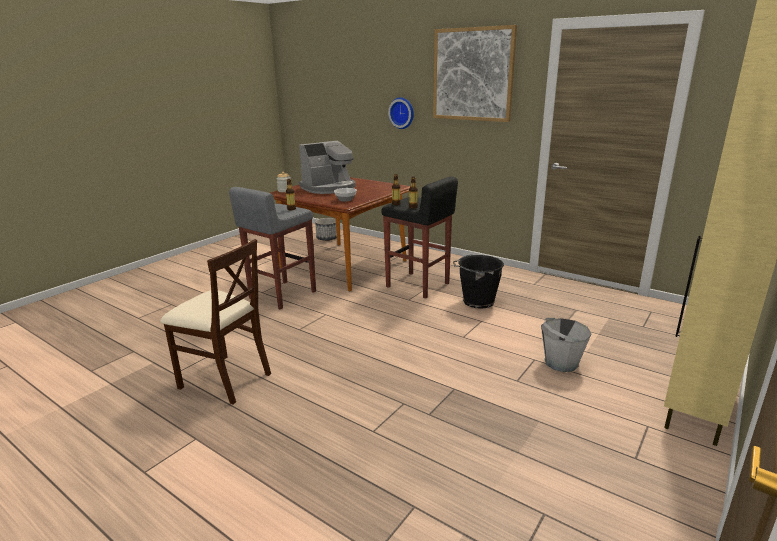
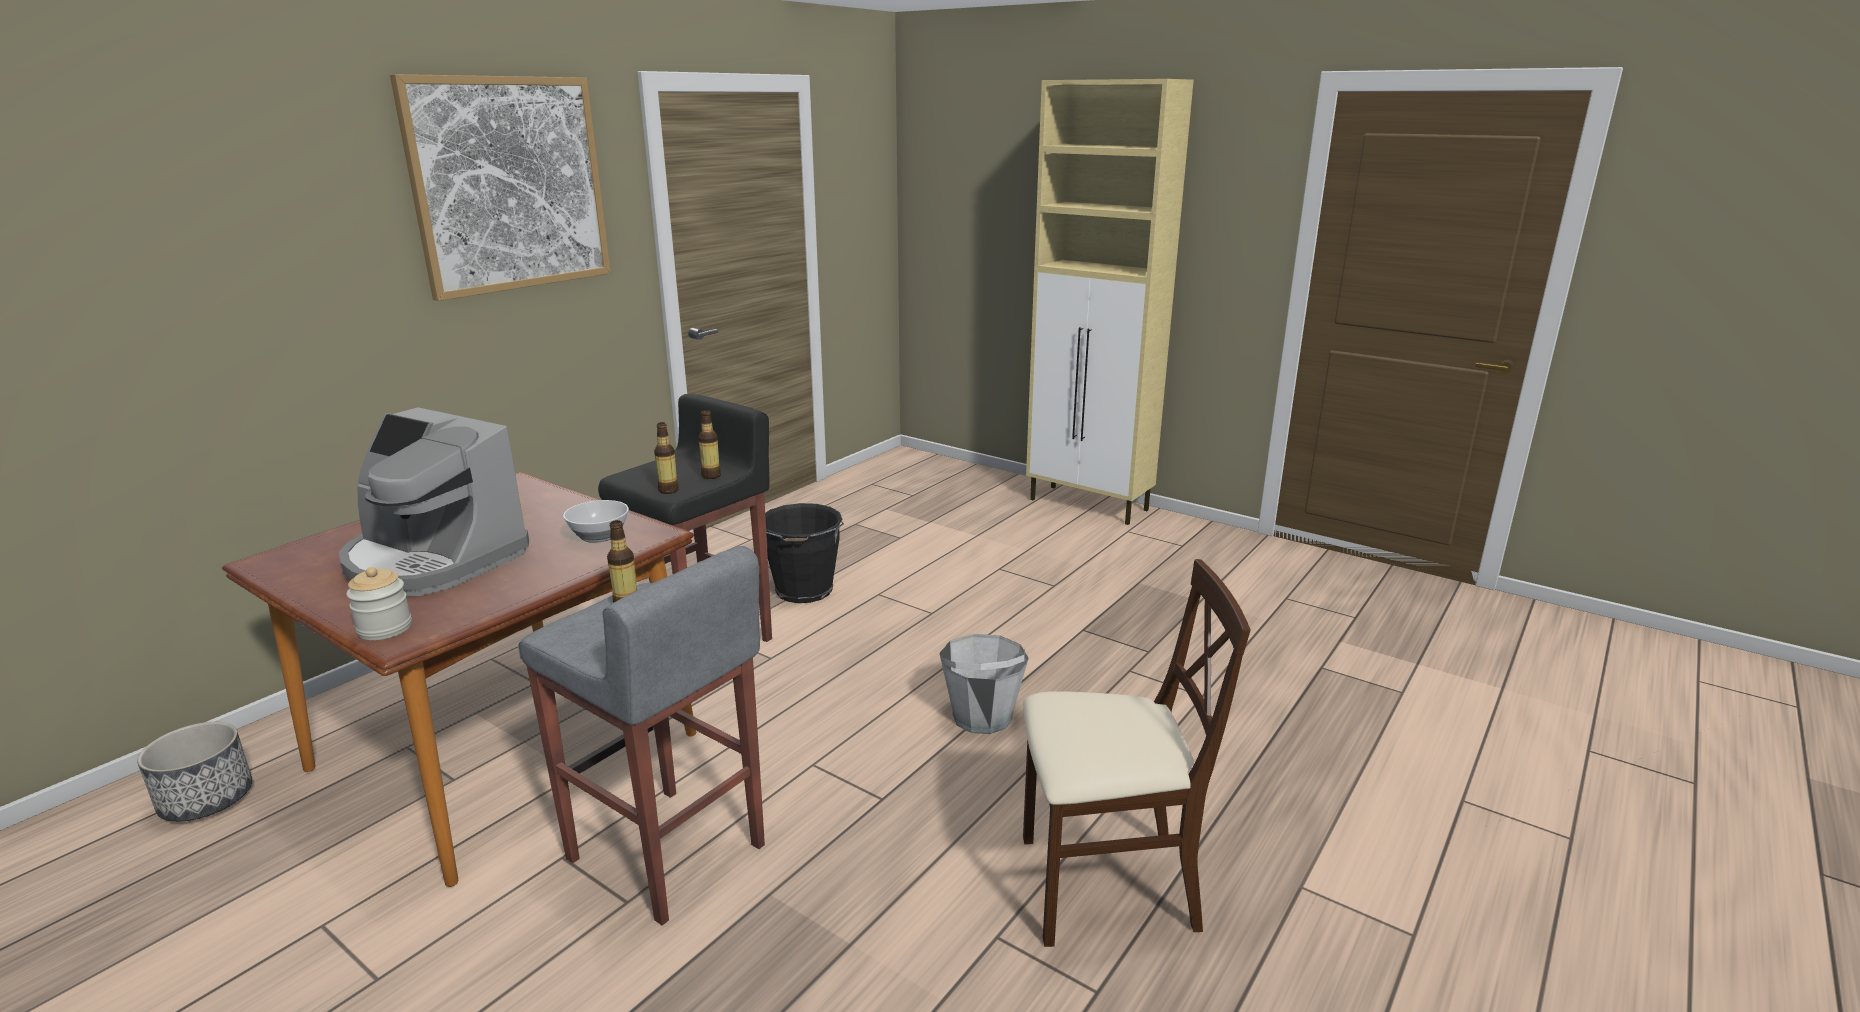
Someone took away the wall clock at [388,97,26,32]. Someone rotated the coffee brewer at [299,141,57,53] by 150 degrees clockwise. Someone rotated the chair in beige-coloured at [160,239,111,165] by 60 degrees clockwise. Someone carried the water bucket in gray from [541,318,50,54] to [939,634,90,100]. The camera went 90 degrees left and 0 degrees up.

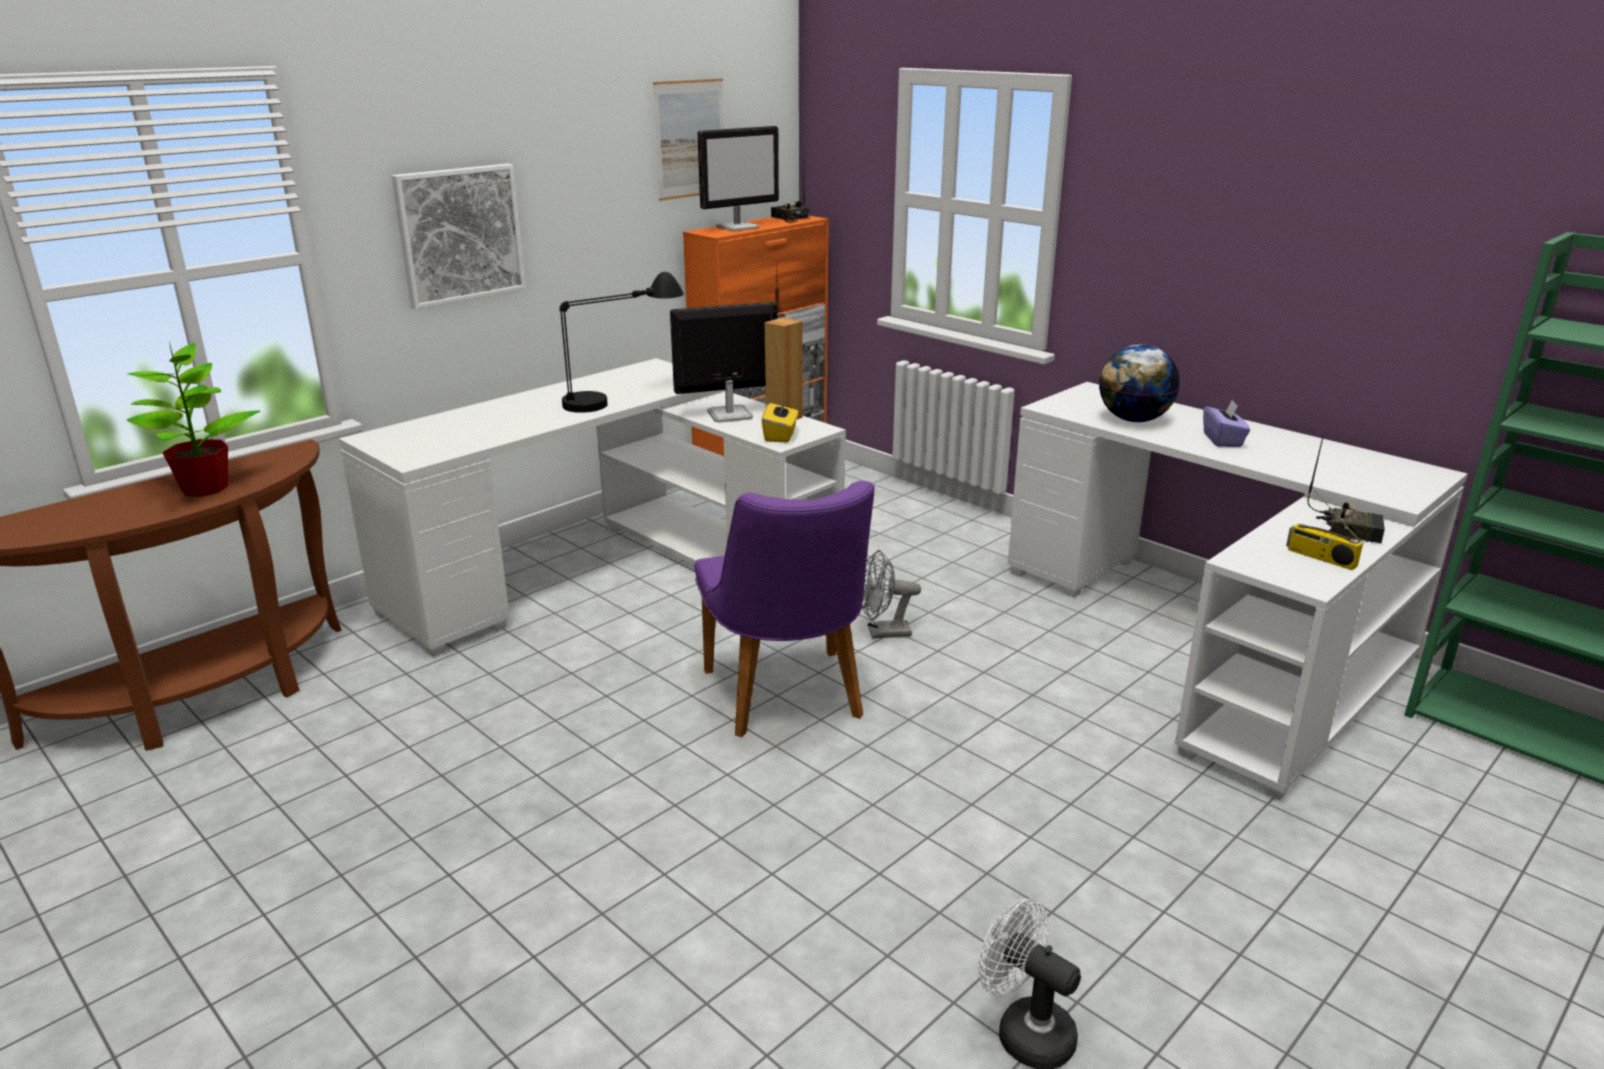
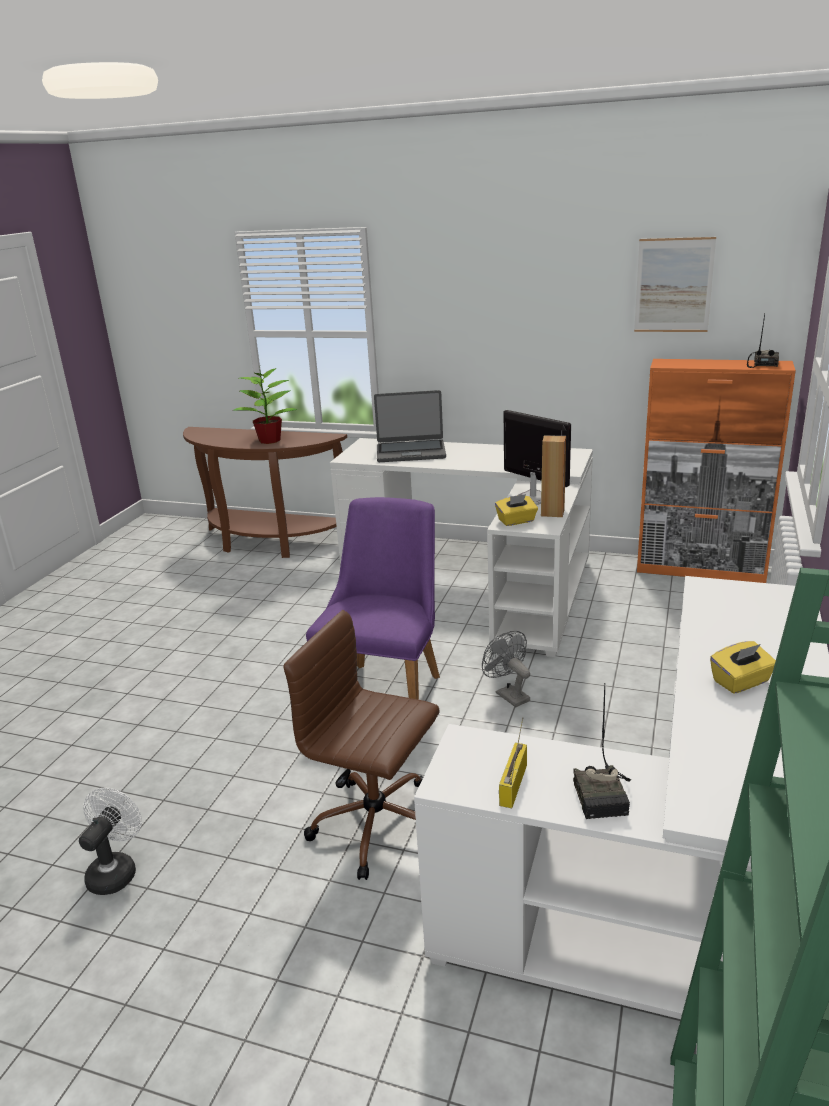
Someone took away the monitor at [698,126,81,105]. Someone took away the picture at [392,164,134,146]. Someone took away the table lamp in black-coloured at [559,272,125,141]. Someone took away the world globe at [1099,344,81,78]. Someone repainted the tissue box in purplish at [1203,400,47,47], which became the tissue box in yellow at [710,641,66,53]. Someone rotated the chair in purplish at [694,481,180,256] by 150 degrees clockwise. Someone put down the laptop at [374,390,72,72]. Someone put down the office chair in brownish at [283,610,157,270]. The camera went 65 degrees right and 0 degrees up.

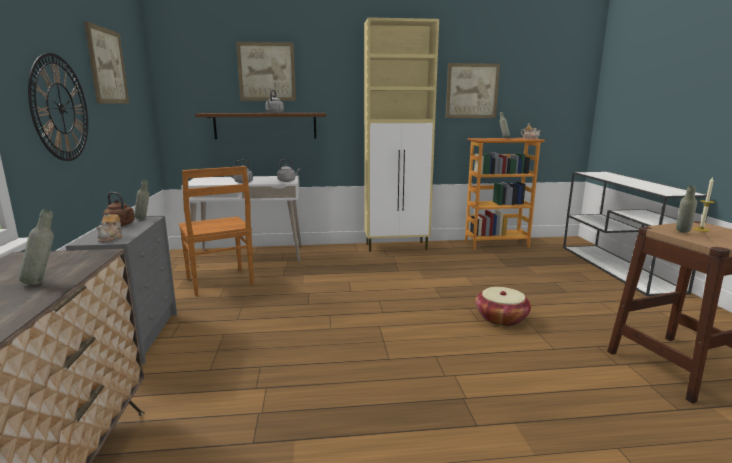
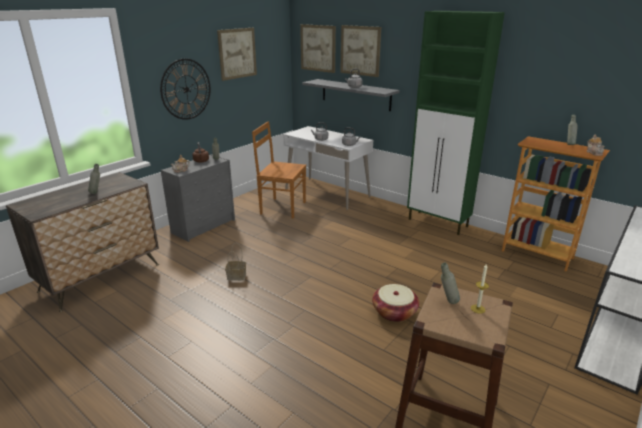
Someone repainted the storage cabinet in beige-coloured at [364,17,75,235], which became the storage cabinet in green-coloured at [407,11,98,224]. Someone carried the picture from [446,63,54,55] to [300,24,36,49]. Someone repainted the bracket shelf in brownish at [195,113,131,26], which became the bracket shelf in gray at [302,79,98,32]. Someone rotated the chair in brownish at [179,166,75,130] by 90 degrees clockwise. Someone put down the storage basket at [225,243,21,38]. The camera went 45 degrees right and 10 degrees up.

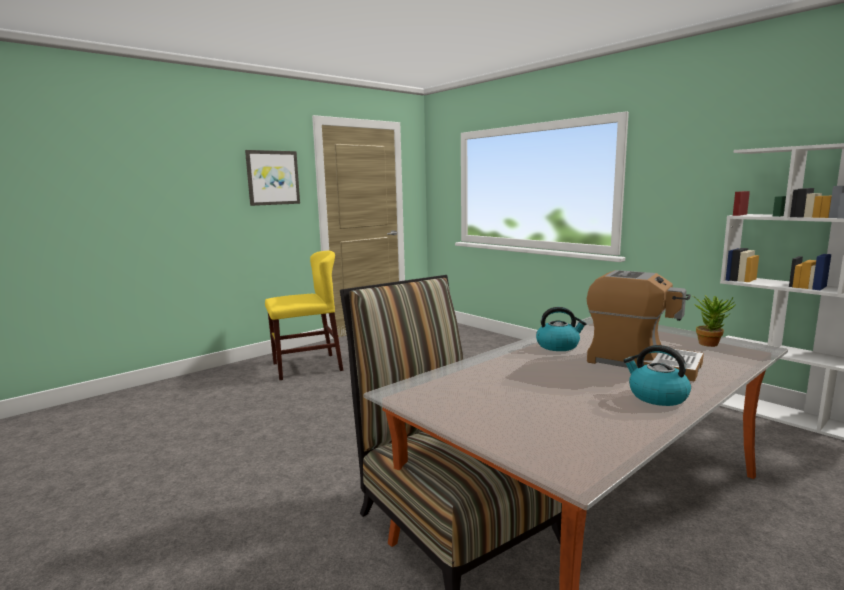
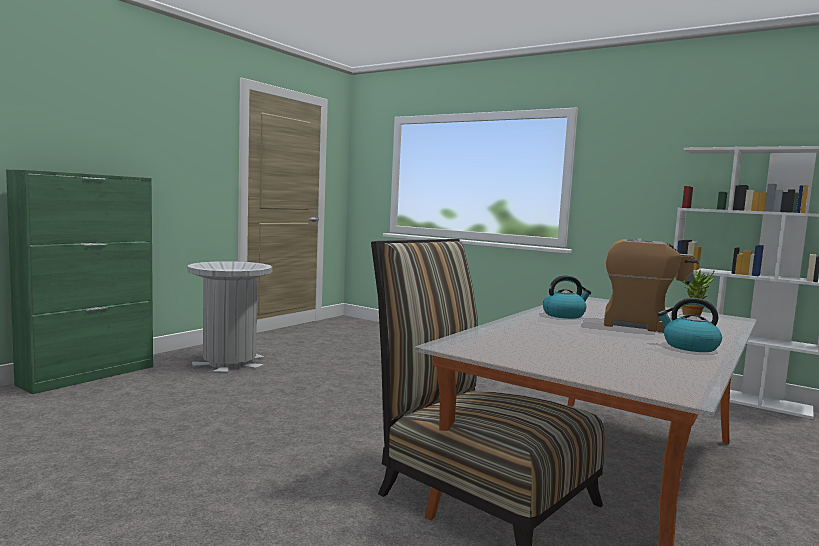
Someone took away the picture at [245,150,55,56]. Someone swapped the chair in yellow at [265,251,78,129] for the trash can in gray at [187,261,85,113]. Someone put down the storage cabinet in green-coloured at [6,170,147,224]. The camera went 15 degrees left and 5 degrees down.

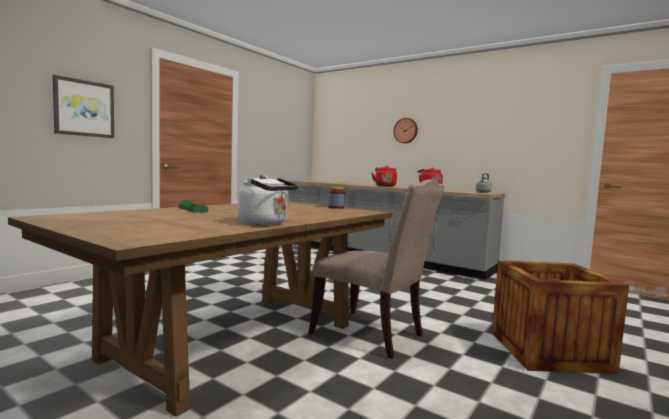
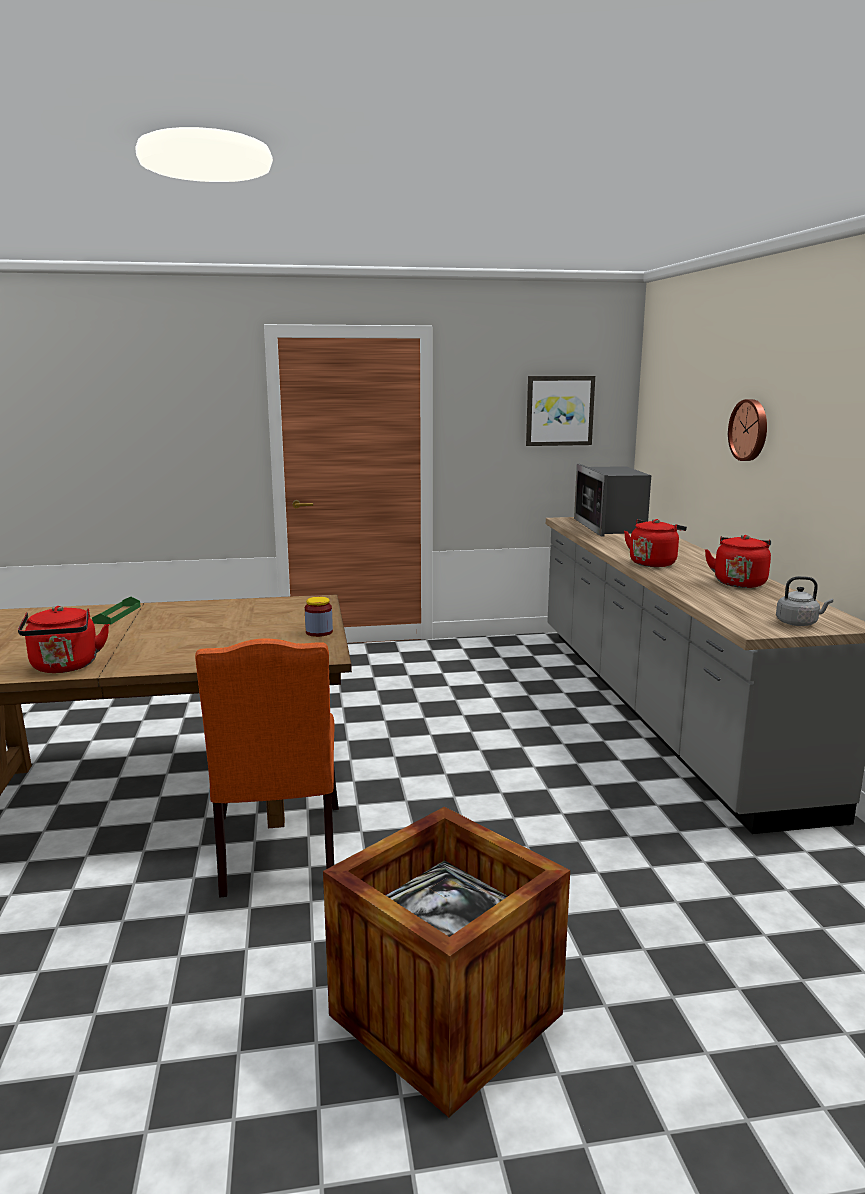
Someone carried the picture from [53,75,61,63] to [526,376,69,70]. Someone repainted the water kettle in white-coloured at [238,175,60,50], which became the water kettle in red-coloured at [18,606,91,67]. Someone repainted the chair in beige-coloured at [308,180,136,179], which became the chair in orange-coloured at [195,638,144,259]. Someone put down the microwave at [574,464,77,72]. The camera went 45 degrees right and 10 degrees up.

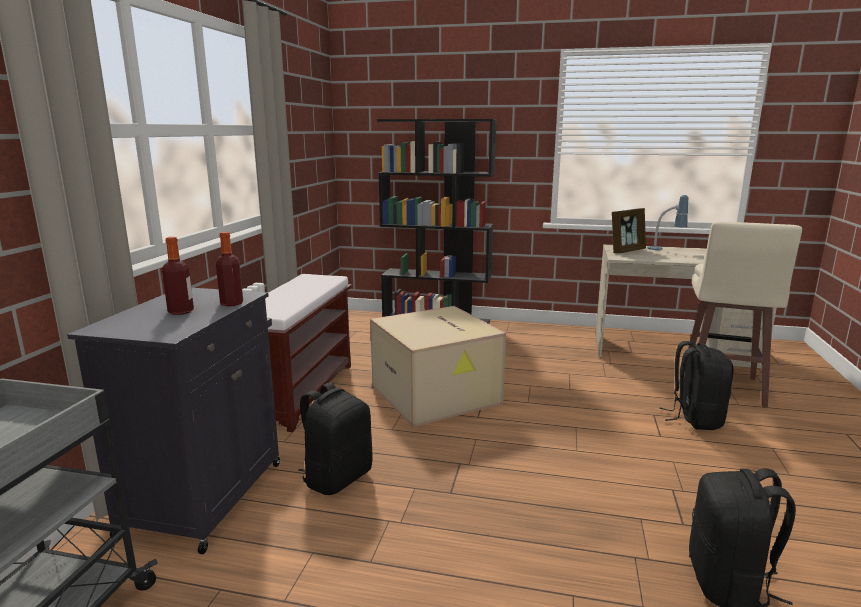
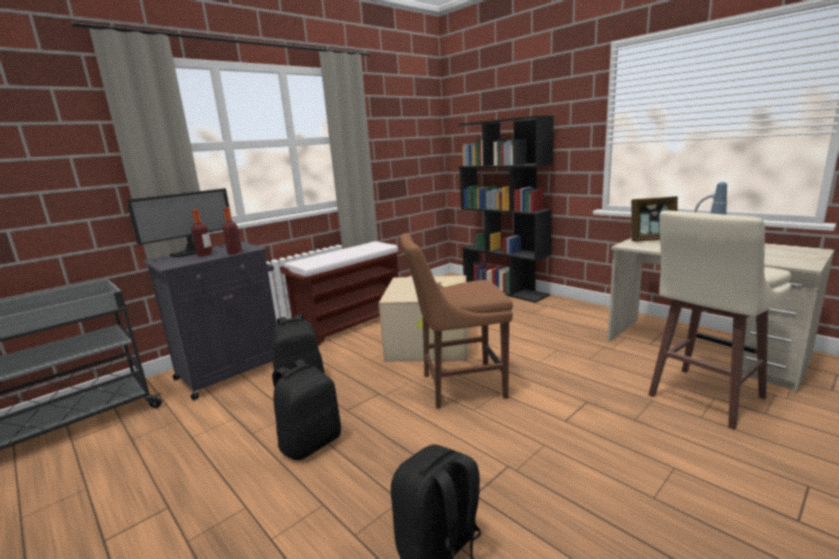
Someone carried the knapsack in black-coloured from [659,341,75,89] to [272,359,69,101]. Someone put down the monitor at [126,188,103,69]. Someone put down the chair in brownish at [400,233,113,176]. The camera went 35 degrees right and 0 degrees up.

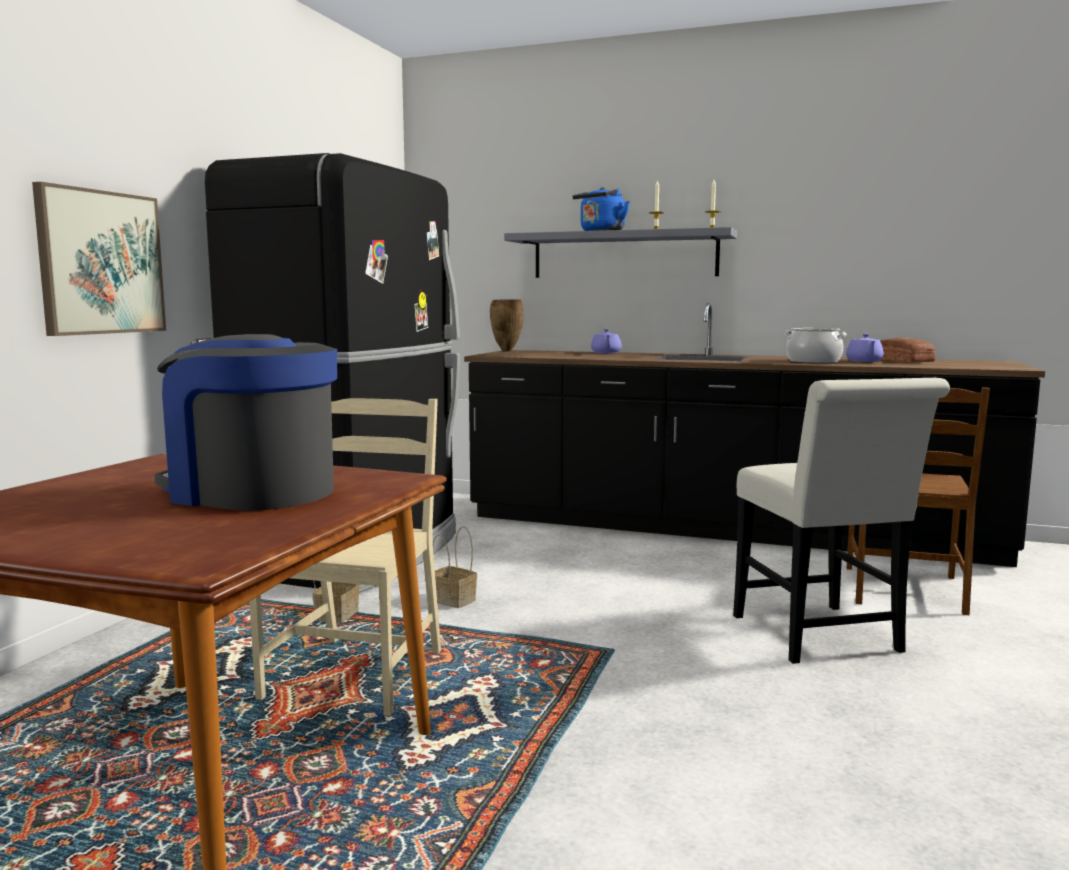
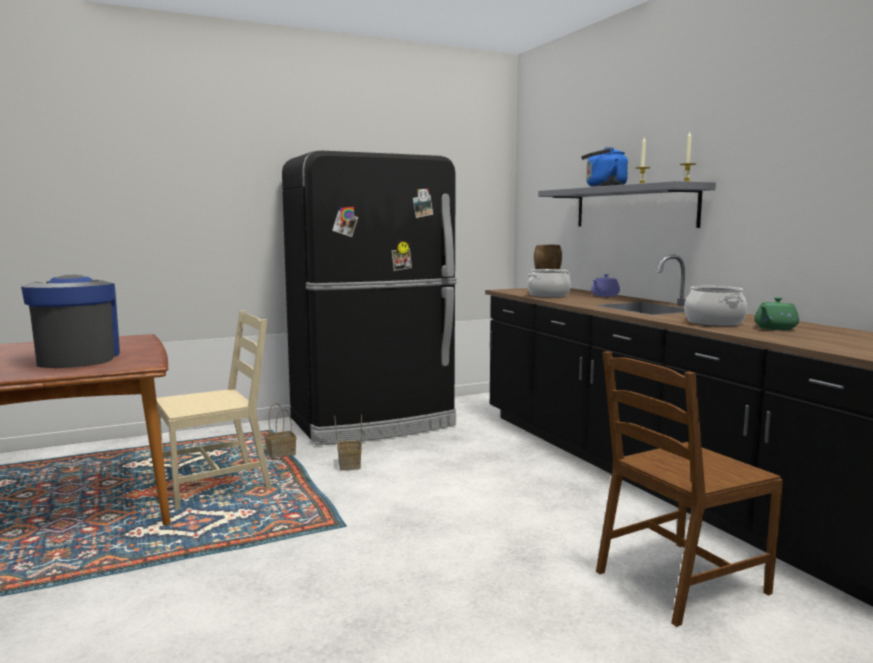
Someone took away the picture at [32,182,134,154]. Someone repainted the pot for tea in purplish at [846,334,38,28], which became the pot for tea in green-coloured at [754,297,45,33]. Someone took away the bakery bread at [880,338,56,24]. Someone took away the chair in white-coloured at [733,378,217,286]. Someone put down the cooking pot at [528,269,43,29]. The camera went 45 degrees right and 0 degrees up.

